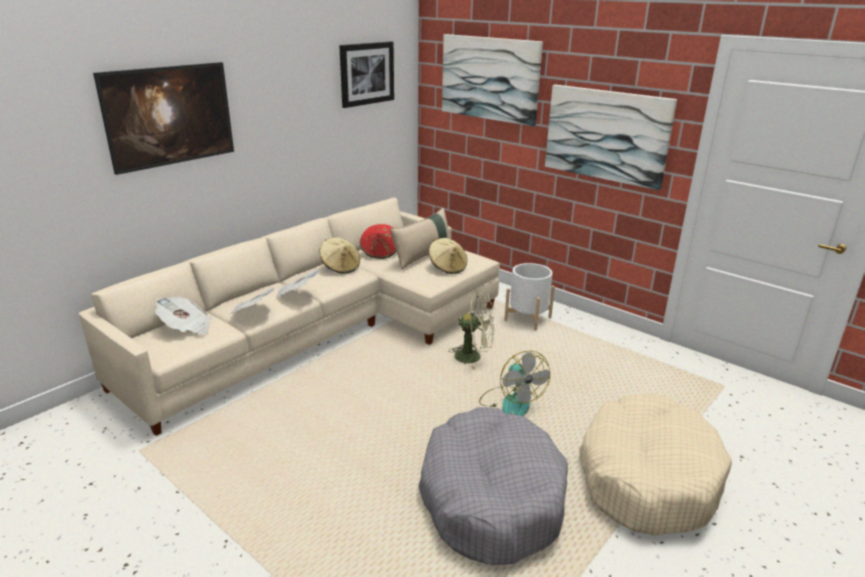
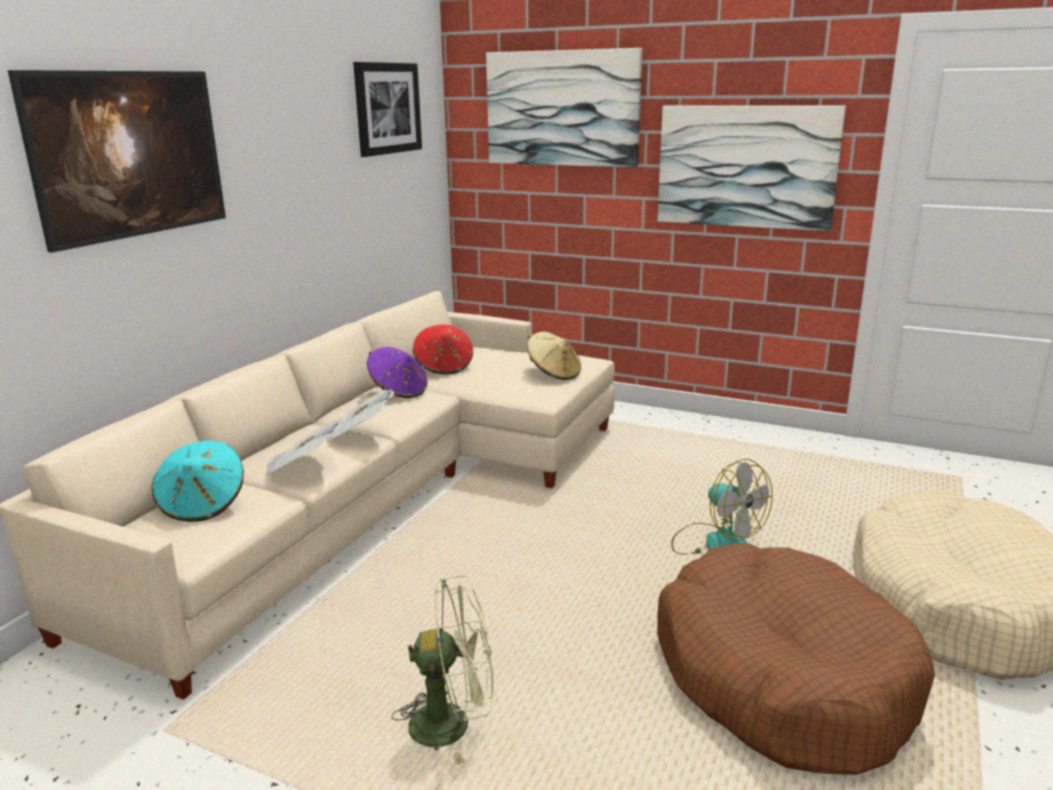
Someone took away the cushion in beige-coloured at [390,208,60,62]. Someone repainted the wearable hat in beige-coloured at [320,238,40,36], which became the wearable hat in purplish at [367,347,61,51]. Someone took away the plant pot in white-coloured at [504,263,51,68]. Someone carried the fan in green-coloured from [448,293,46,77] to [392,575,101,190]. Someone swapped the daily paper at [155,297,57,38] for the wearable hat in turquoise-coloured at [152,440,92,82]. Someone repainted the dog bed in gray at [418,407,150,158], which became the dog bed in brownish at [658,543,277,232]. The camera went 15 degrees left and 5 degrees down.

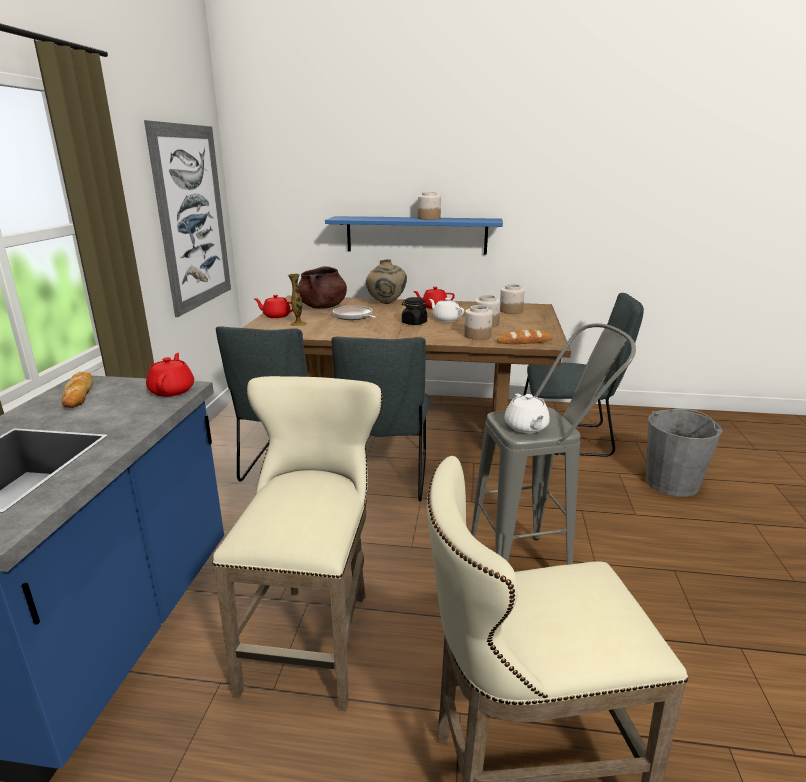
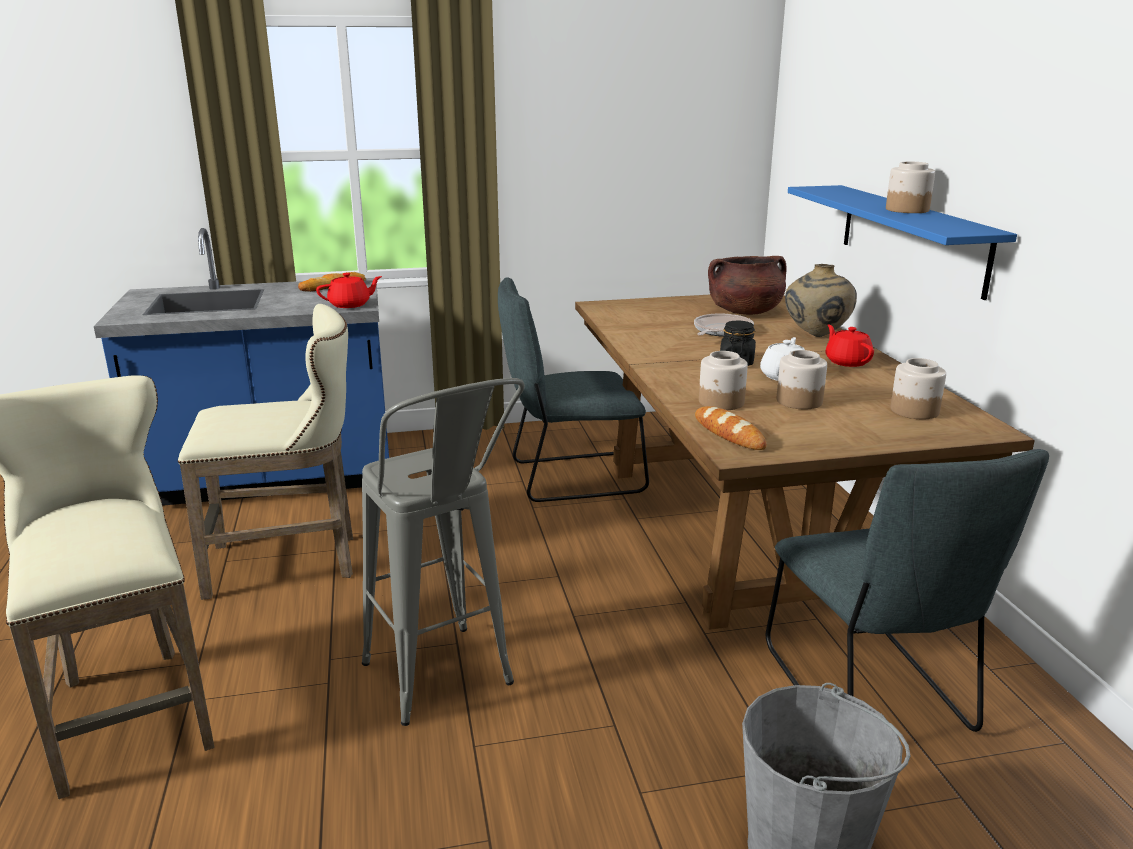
Someone took away the picture at [144,120,87,197]. Someone took away the flower vase at [288,274,20,52]. Someone took away the pot for tea in red-coloured at [253,295,40,23]. Someone took away the chair in gray at [332,337,98,165]. Someone took away the pot for tea in white-coloured at [505,394,45,39]. The camera went 70 degrees right and 0 degrees up.

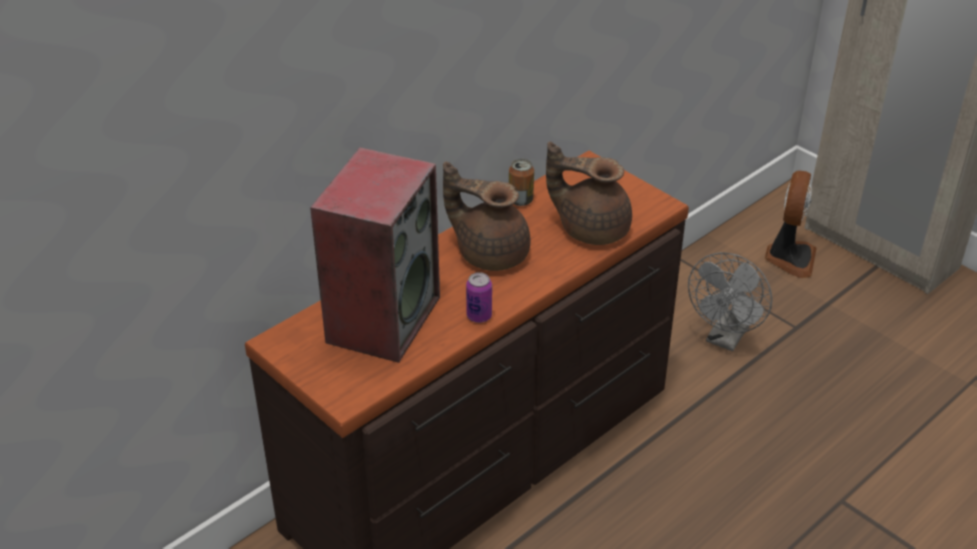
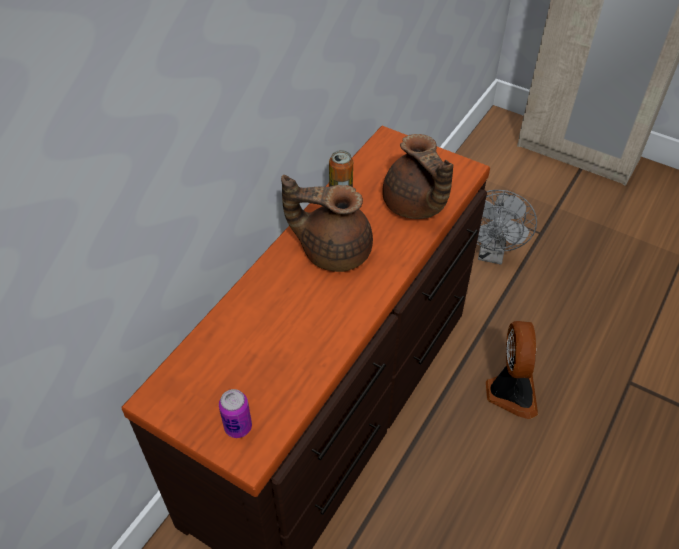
Someone rotated the pot for tea in brownish at [546,141,86,104] by 120 degrees counterclockwise. Someone took away the loudspeaker at [310,147,130,216]. Someone carried the fan from [765,171,52,107] to [486,321,52,98]. Someone carried the can from [466,272,26,51] to [219,389,33,49]. The camera went 15 degrees left and 10 degrees up.

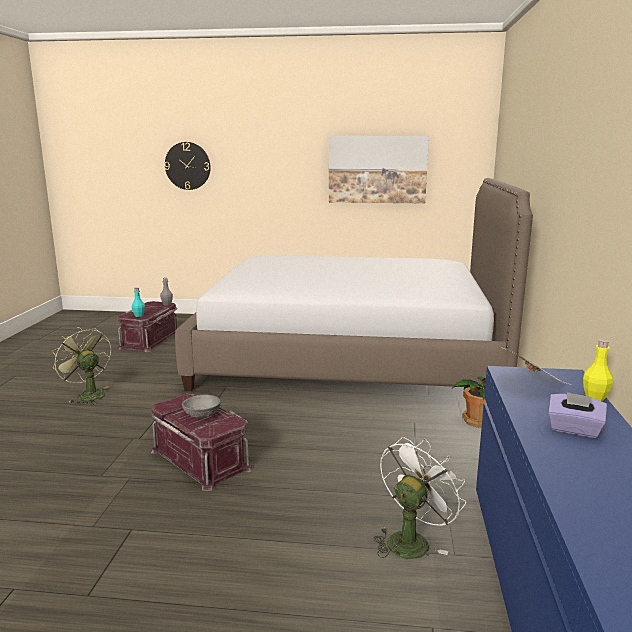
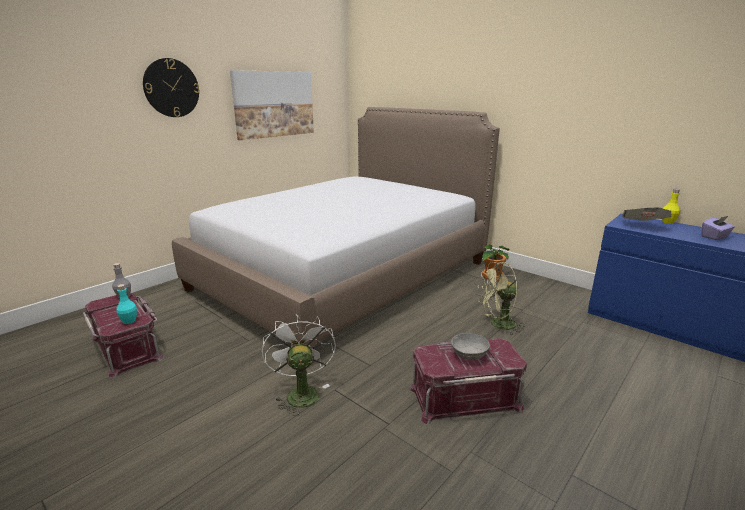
Someone carried the wall clock from [164,142,47,48] to [143,58,57,59]. Someone carried the fan in green-coloured from [52,327,59,78] to [478,262,47,73]. Someone carried the fan in white-coloured from [374,437,92,122] to [262,314,74,102]. The camera went 55 degrees left and 5 degrees up.

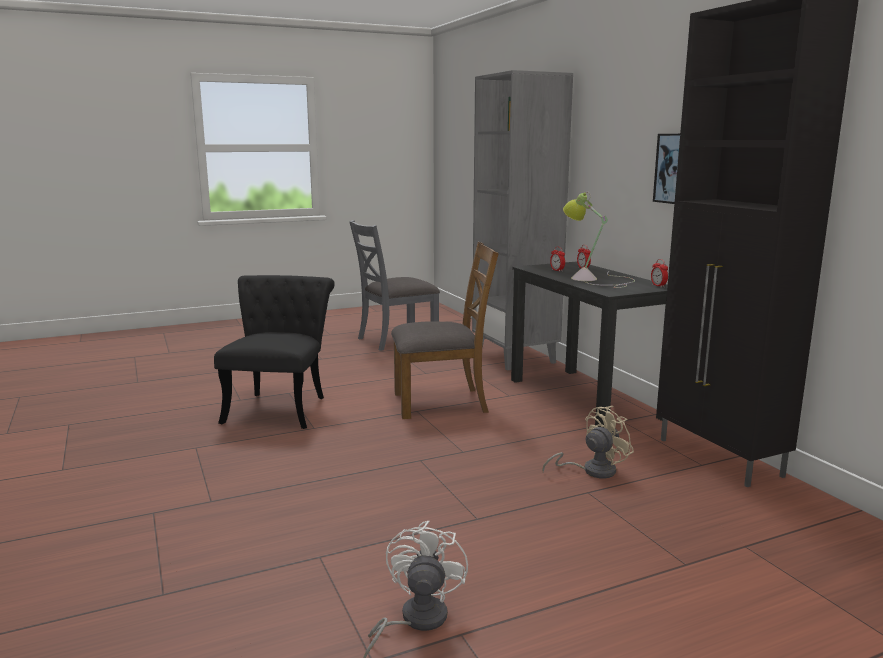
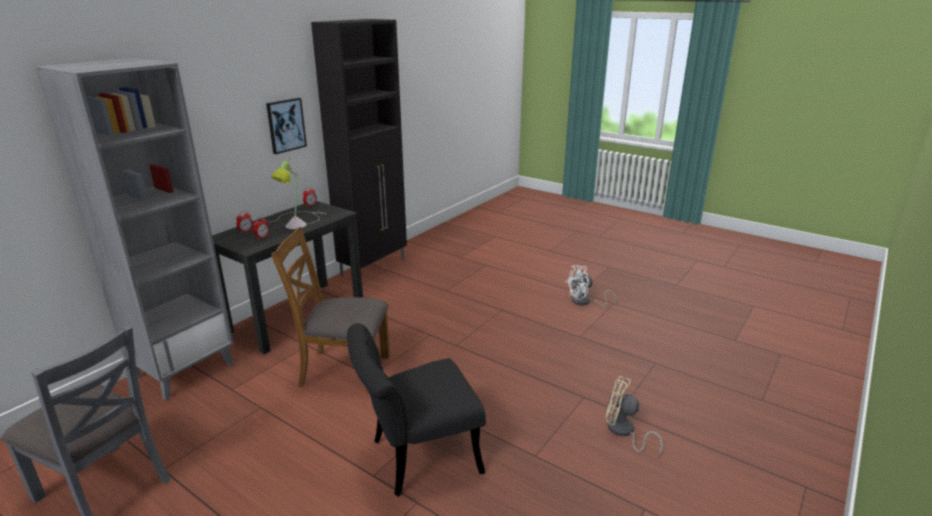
Someone rotated the chair in brownish at [391,242,108,177] by 45 degrees counterclockwise. Someone carried the fan in beige-coloured from [542,406,92,72] to [605,376,58,81]. The camera went 120 degrees left and 10 degrees up.

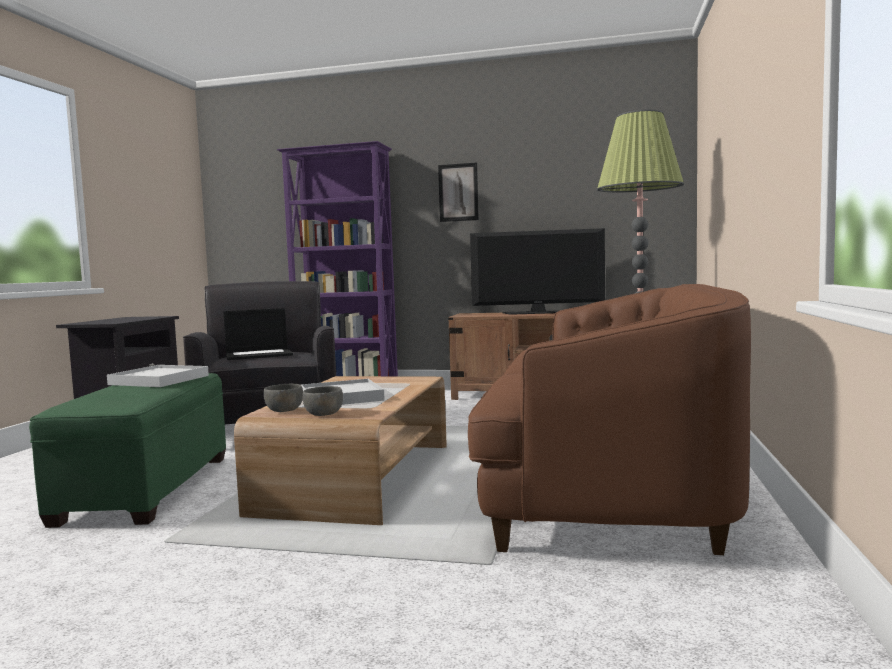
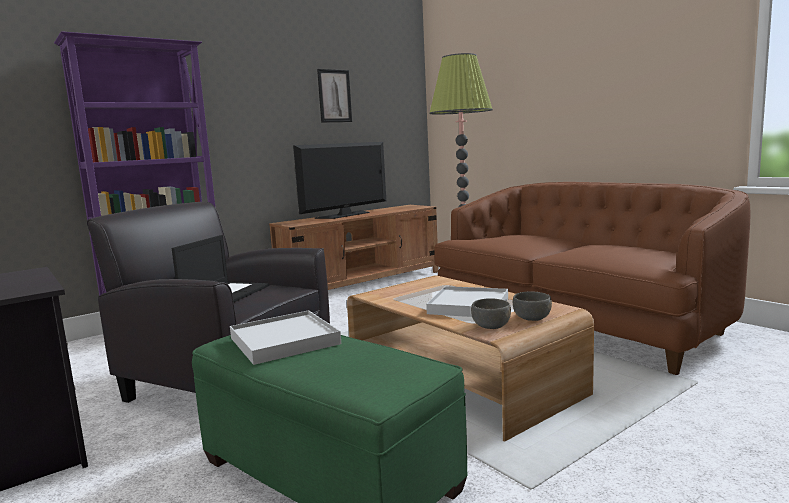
Someone carried the picture from [438,163,41,59] to [317,69,35,54]. The camera went 50 degrees left and 5 degrees up.

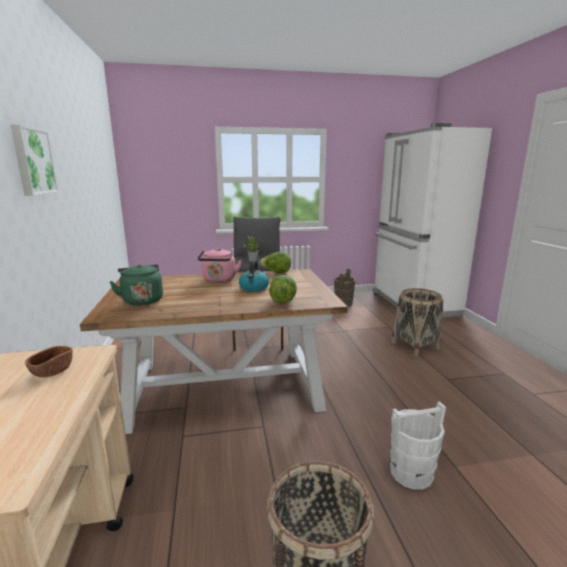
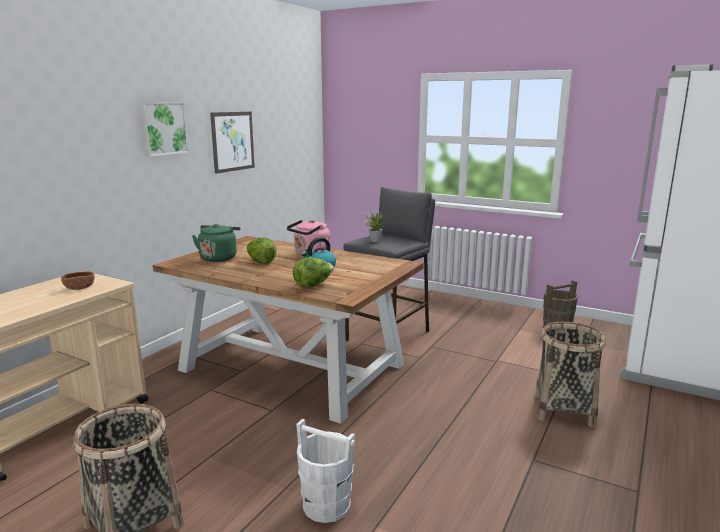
Someone carried the lettuce from [259,252,32,21] to [247,237,29,27]. Someone put up the picture at [210,112,45,62]. The camera went 40 degrees right and 0 degrees up.

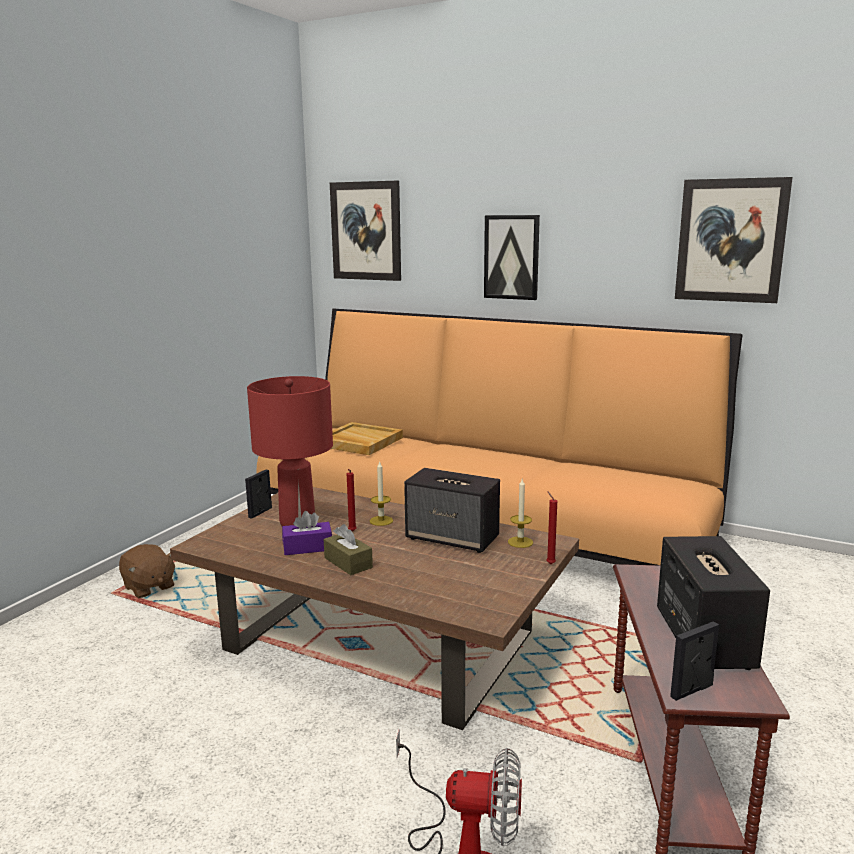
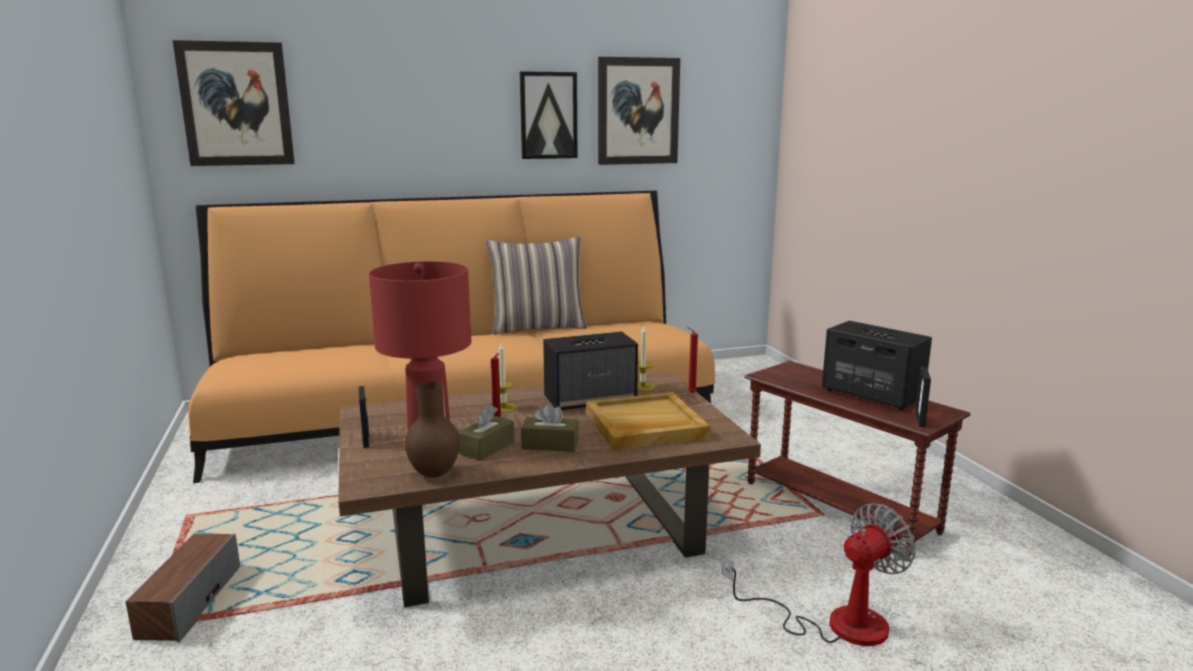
Someone carried the picture from [484,215,56,85] to [520,71,58,88]. Someone carried the serving tray in beige-coloured from [331,422,72,33] to [586,392,124,59]. Someone repainted the tissue box in purplish at [282,511,50,44], which became the tissue box in brownish at [458,405,57,56]. Someone swapped the plush toy in brownish at [119,544,56,54] for the loudspeaker at [126,534,114,108]. Someone put down the cushion at [486,237,101,98]. Someone put down the flower vase in brownish at [405,381,55,97]. The camera went 45 degrees left and 0 degrees up.

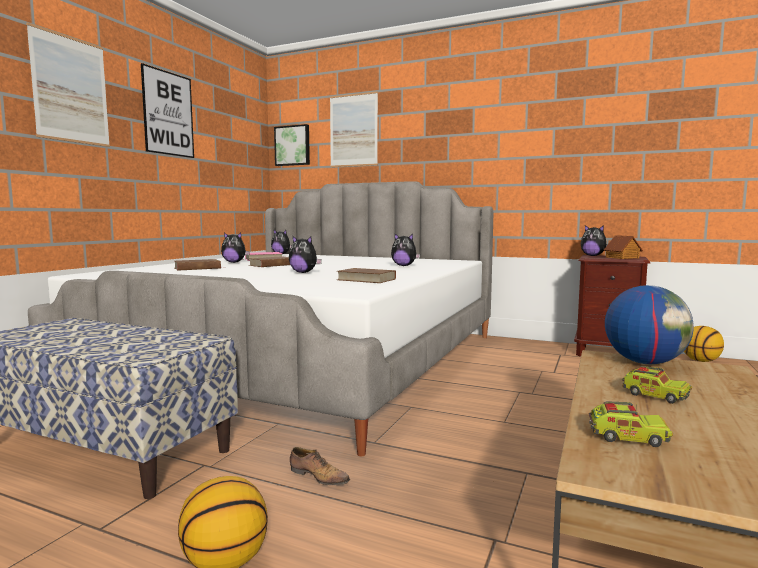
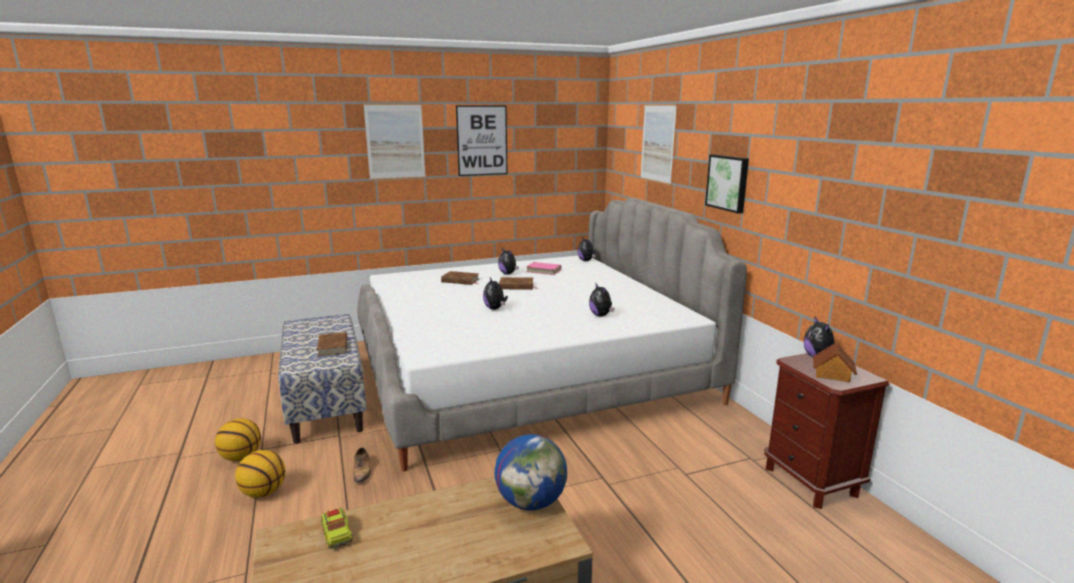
Someone carried the picture from [274,124,36,42] to [705,155,44,58]. Someone carried the bound book in brownish from [337,268,59,15] to [317,332,30,24]. Someone carried the basketball from [684,326,40,36] to [215,419,46,42]. Someone took away the model truck at [622,366,70,38]. The camera went 45 degrees right and 10 degrees up.

